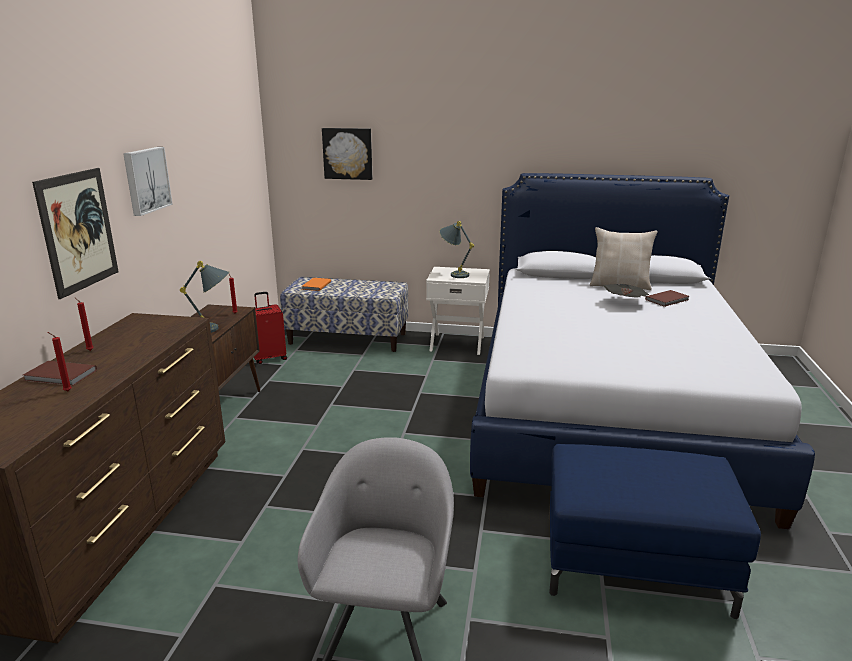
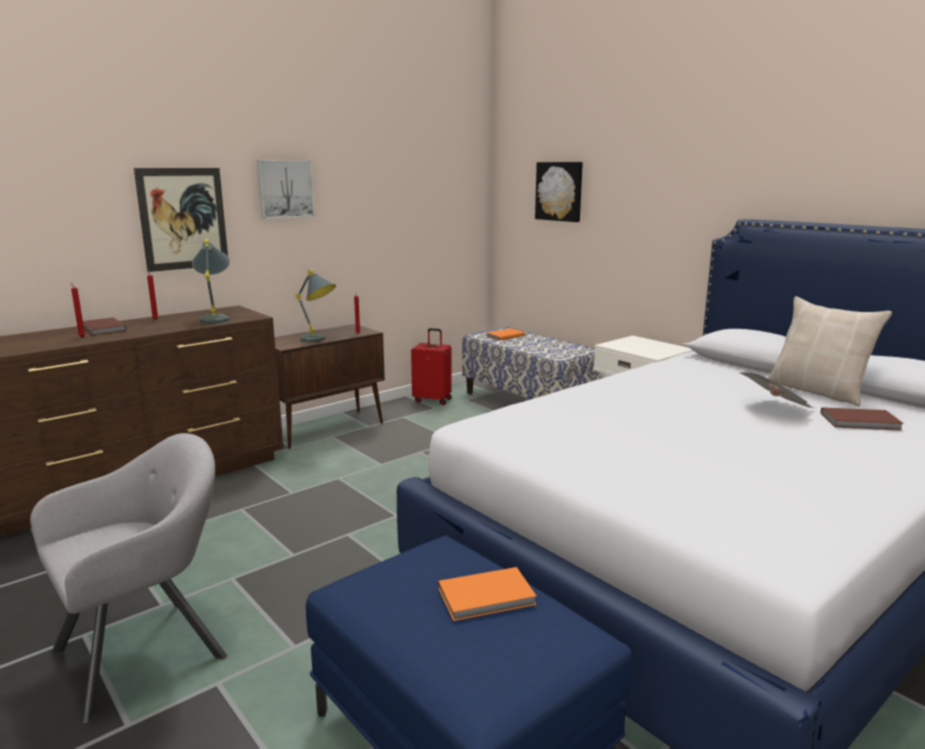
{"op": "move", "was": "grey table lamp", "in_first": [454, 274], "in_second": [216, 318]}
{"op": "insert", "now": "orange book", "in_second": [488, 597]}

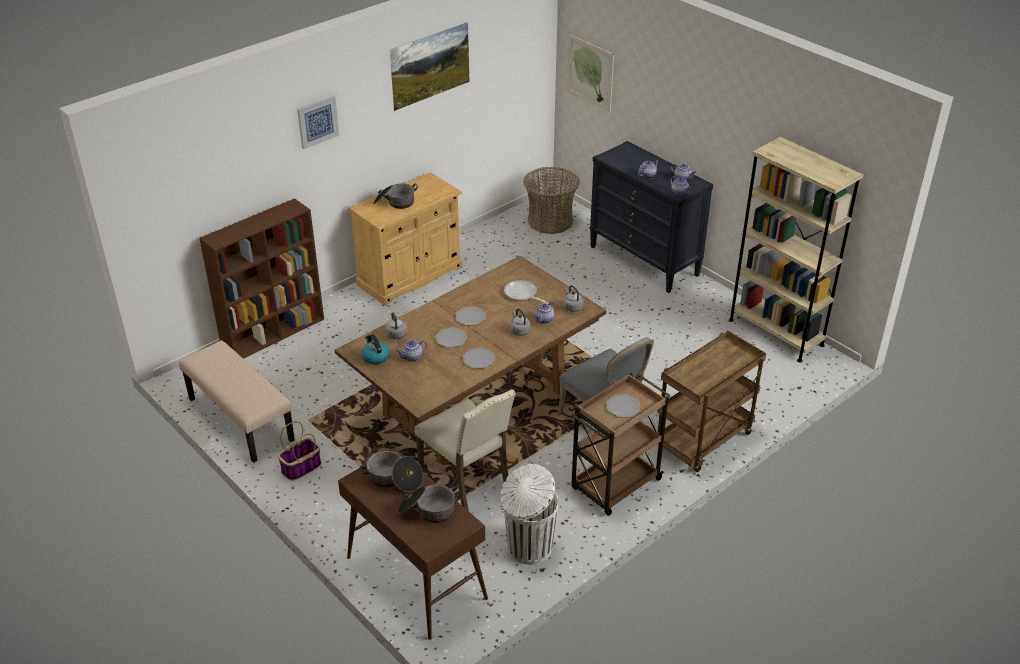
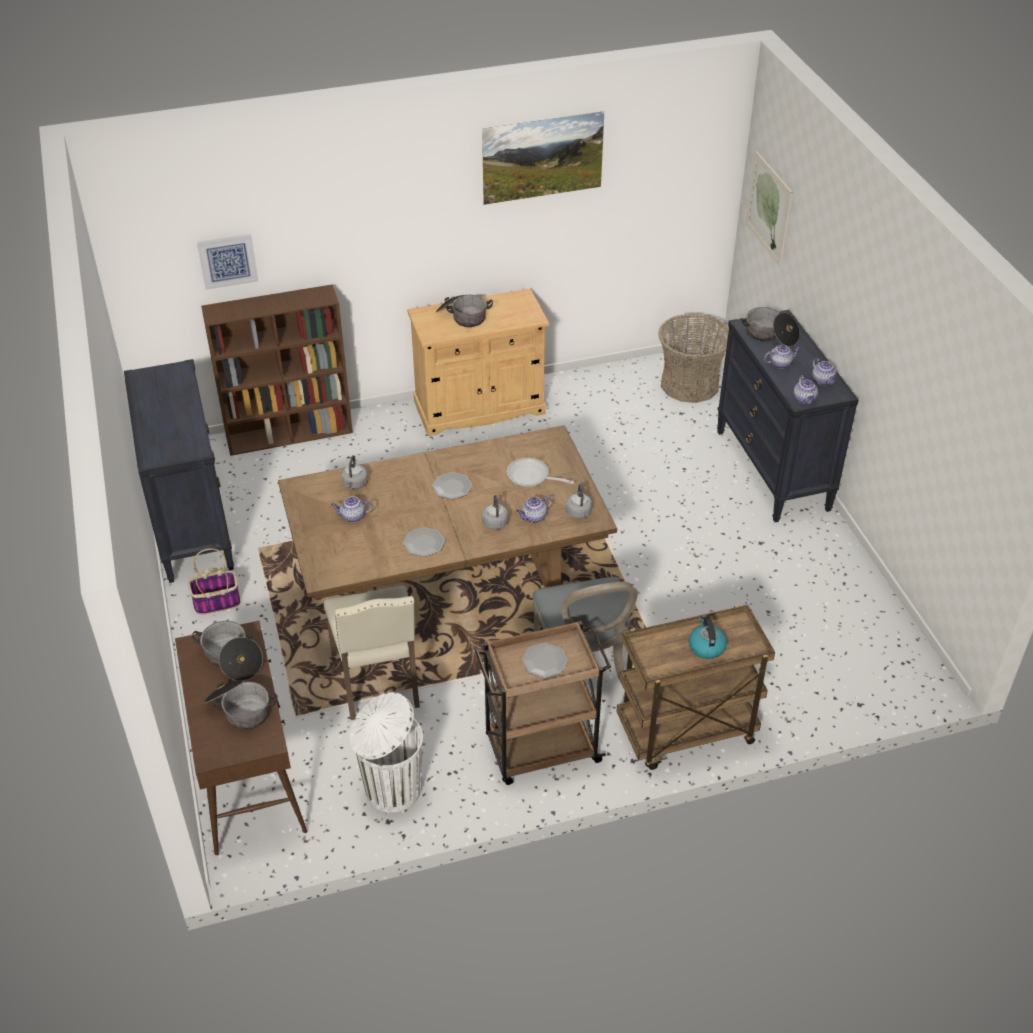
{"op": "replace", "was": "beige bench", "now": "black dresser", "in_first": [240, 420], "in_second": [191, 524]}
{"op": "move", "was": "picture", "in_first": [317, 122], "in_second": [227, 260]}
{"op": "rotate", "was": "frying pan", "in_first": [522, 294], "in_second": [531, 477], "clockwise": -45}
{"op": "move", "was": "kettle", "in_first": [375, 357], "in_second": [706, 647]}
{"op": "insert", "now": "cooking pot", "in_second": [770, 335]}
{"op": "delete", "was": "plate", "in_first": [451, 338]}
{"op": "delete", "was": "beige bookcase", "in_first": [775, 332]}

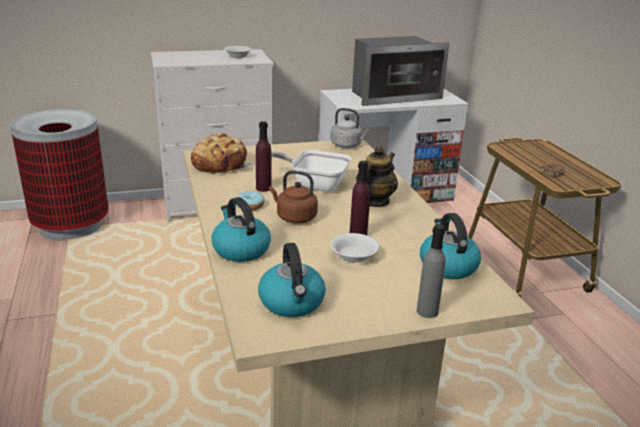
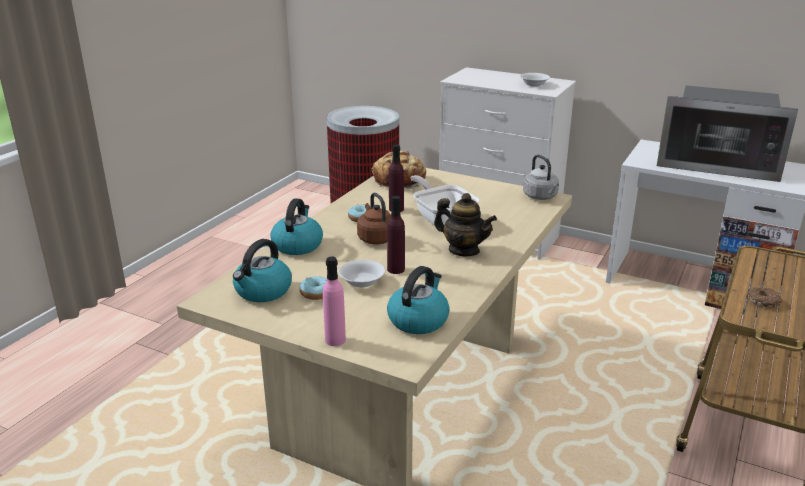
{"op": "insert", "now": "donut", "in_second": [316, 293]}
{"op": "recolor", "was": "grey bottle", "now": "pink bottle", "in_first": [427, 311], "in_second": [335, 340]}
{"op": "rotate", "was": "teapot", "in_first": [374, 201], "in_second": [463, 250], "clockwise": 45}

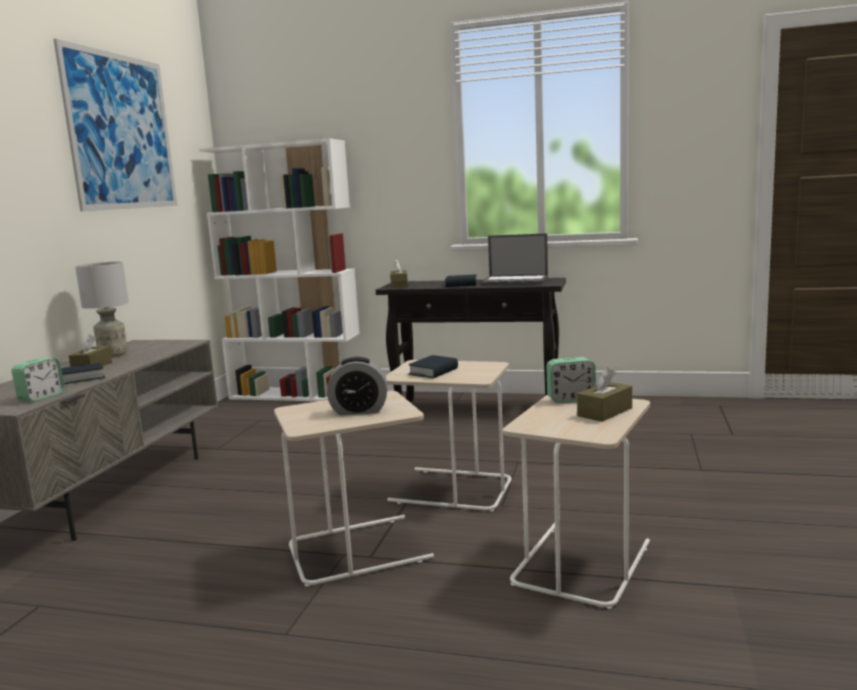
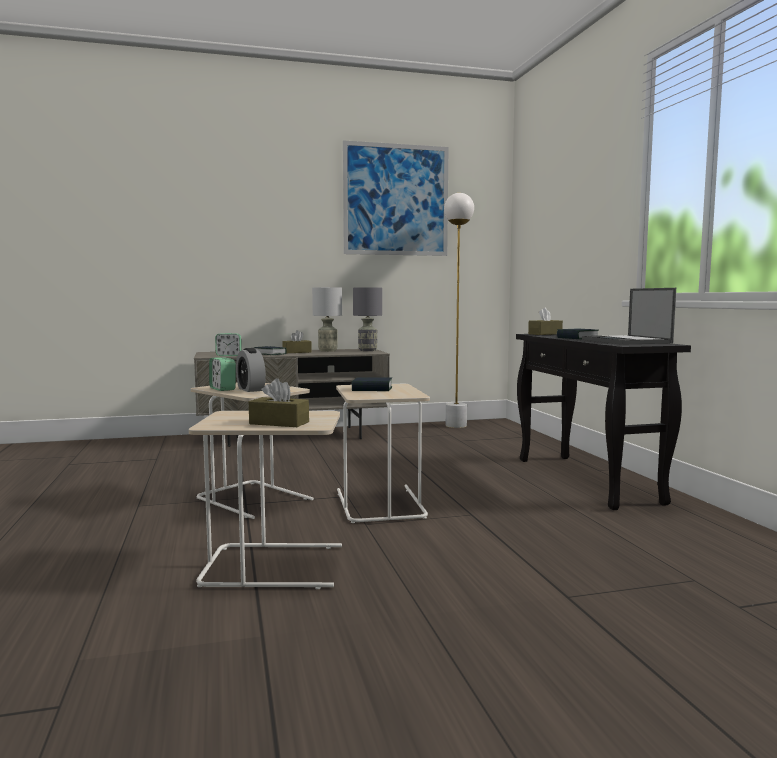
{"op": "move", "was": "alarm clock", "in_first": [571, 399], "in_second": [222, 389]}
{"op": "insert", "now": "grey table lamp", "in_second": [368, 350]}
{"op": "insert", "now": "white floor lamp", "in_second": [456, 426]}
{"op": "delete", "was": "white bookcase", "in_first": [297, 395]}

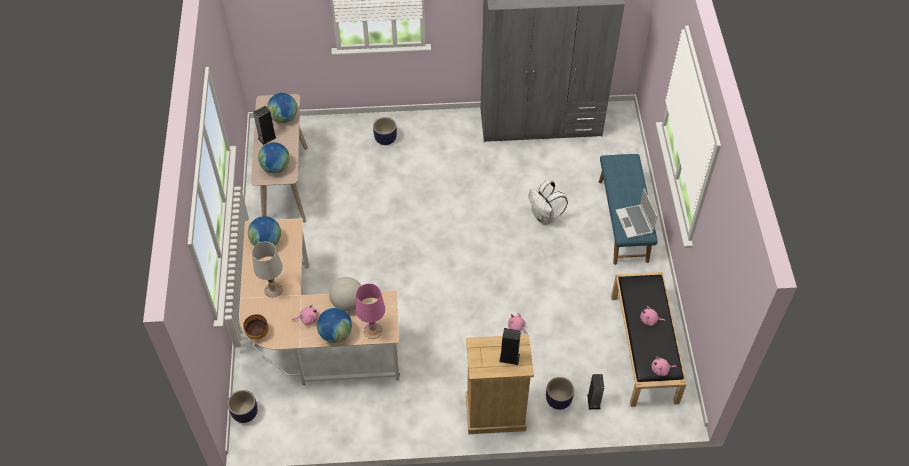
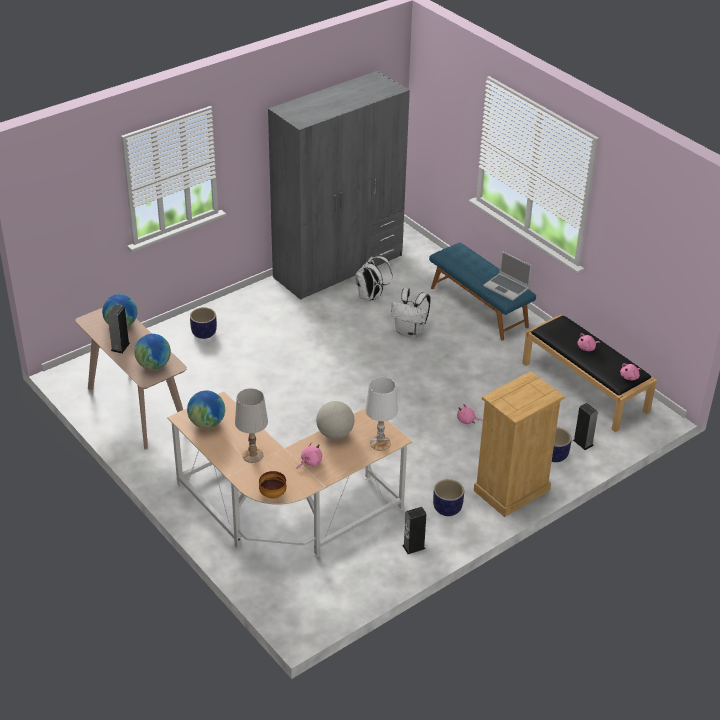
{"op": "insert", "now": "white backpack", "in_second": [370, 297]}
{"op": "recolor", "was": "pink table lamp", "now": "white table lamp", "in_first": [373, 330], "in_second": [380, 443]}
{"op": "move", "was": "speaker", "in_first": [509, 358], "in_second": [413, 547]}
{"op": "move", "was": "planter", "in_first": [244, 413], "in_second": [447, 509]}
{"op": "delete", "was": "globe", "in_first": [335, 334]}

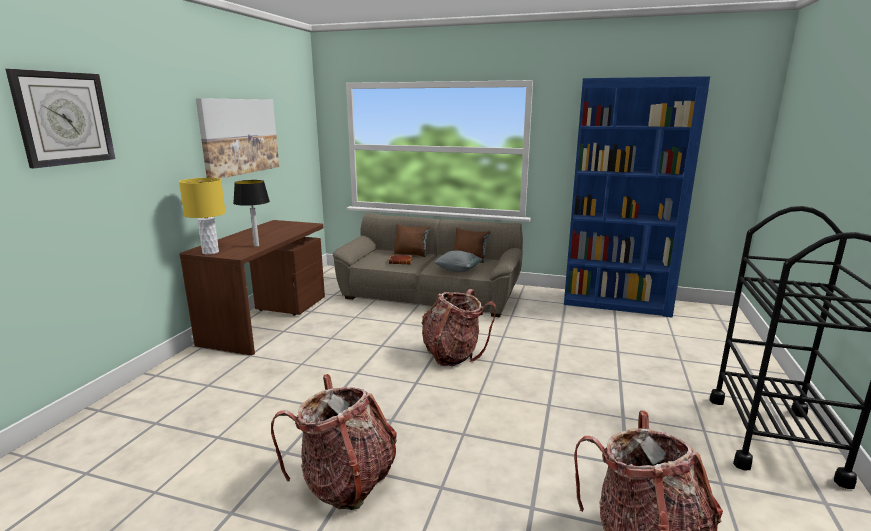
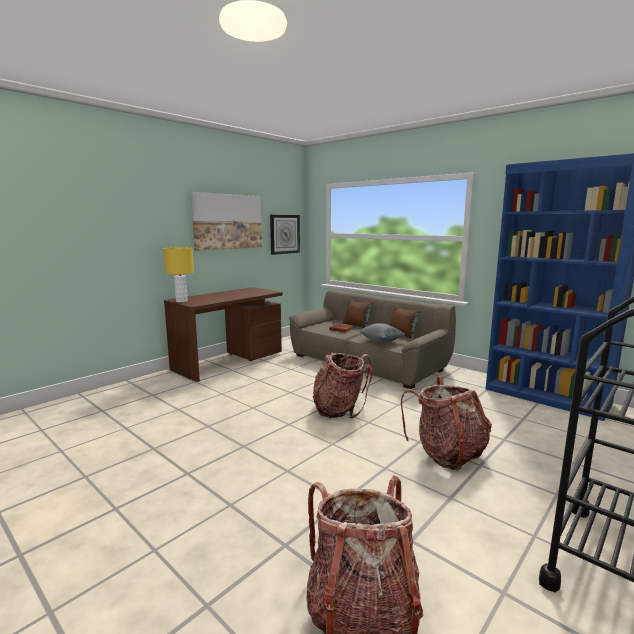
{"op": "move", "was": "wall clock", "in_first": [64, 118], "in_second": [284, 234]}
{"op": "move", "was": "backpack", "in_first": [345, 481], "in_second": [447, 454]}
{"op": "delete", "was": "table lamp", "in_first": [256, 246]}

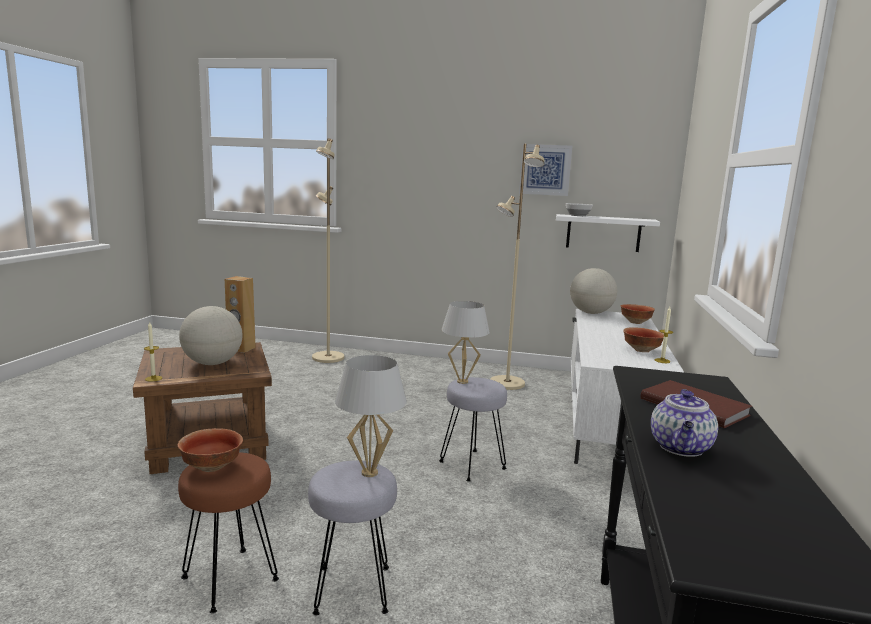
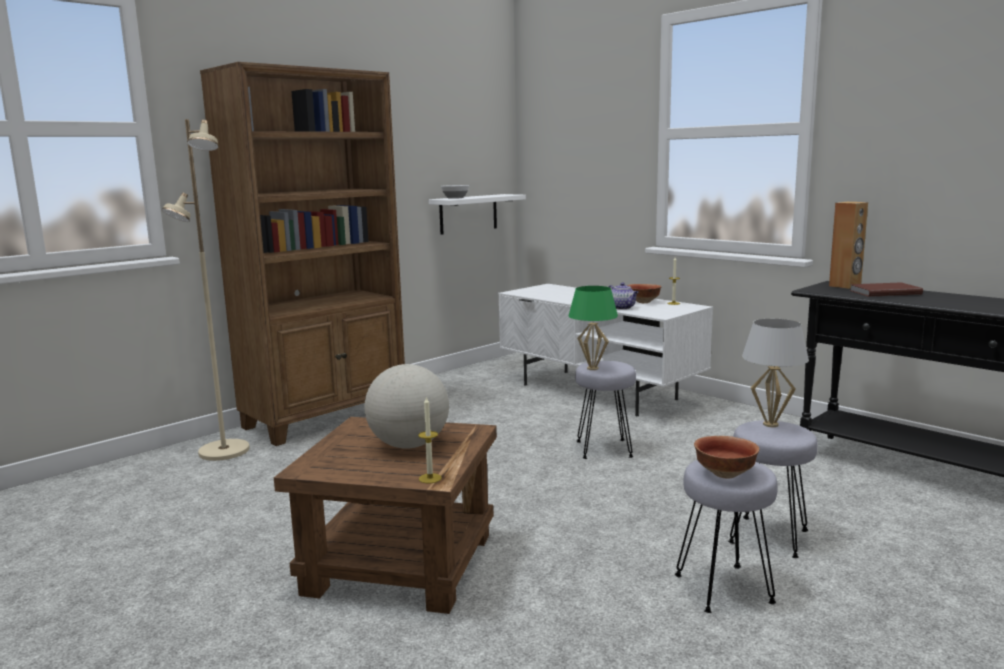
{"op": "insert", "now": "brown bookcase", "in_second": [326, 418]}
{"op": "recolor", "was": "white table lamp", "now": "green table lamp", "in_first": [462, 382], "in_second": [593, 368]}
{"op": "move", "was": "teapot", "in_first": [681, 448], "in_second": [622, 308]}
{"op": "recolor", "was": "brown stool", "now": "grey stool", "in_first": [230, 580], "in_second": [725, 588]}
{"op": "move", "was": "brown speaker", "in_first": [241, 349], "in_second": [845, 286]}
{"op": "delete", "was": "beige floor lamp", "in_first": [506, 383]}
{"op": "delete", "was": "picture", "in_first": [545, 170]}
{"op": "delete", "was": "globe", "in_first": [591, 313]}
{"op": "delete", "was": "bowl", "in_first": [635, 322]}

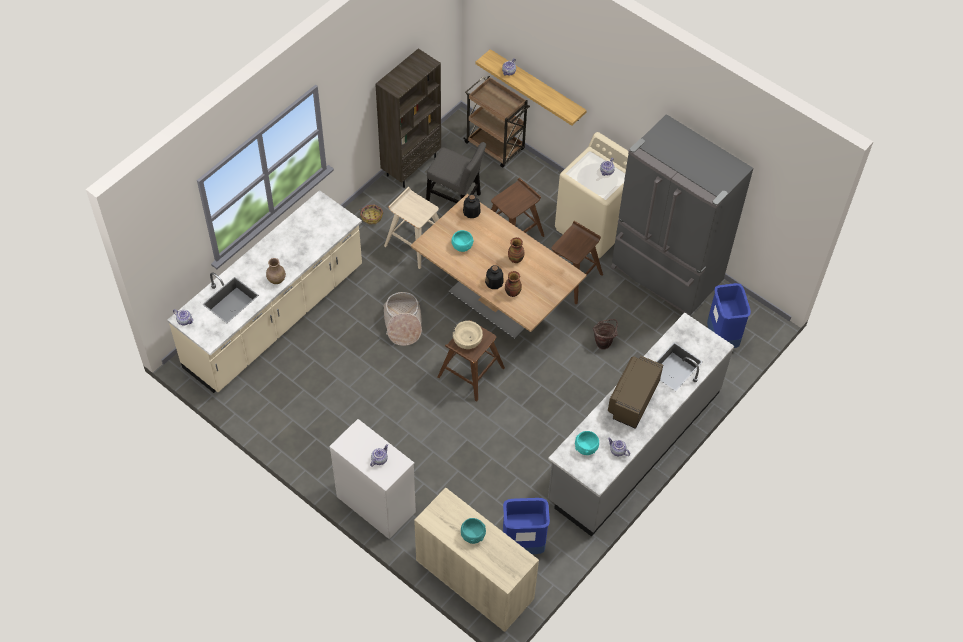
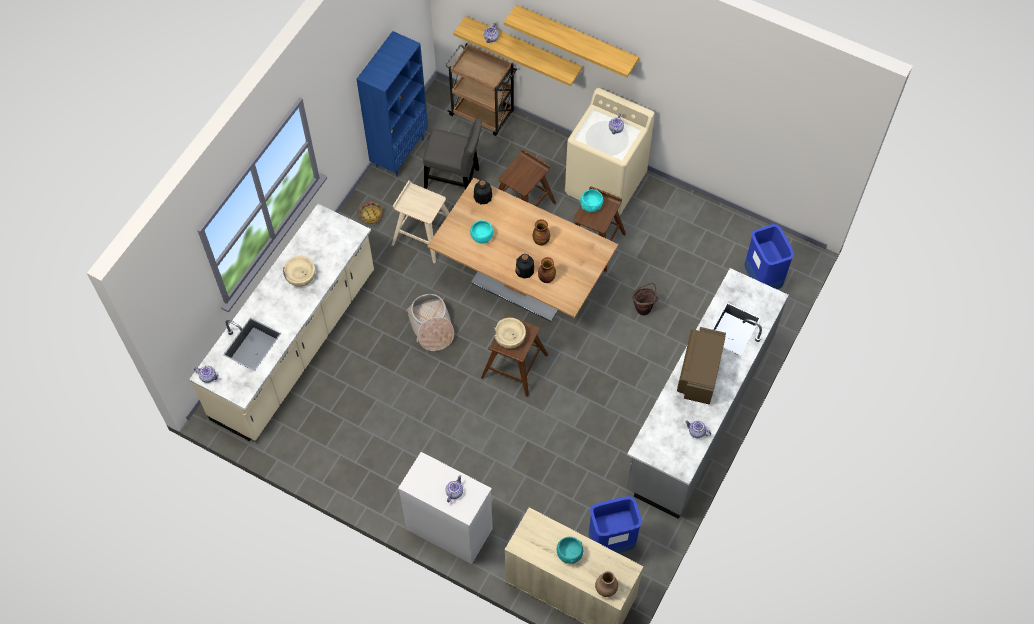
{"op": "insert", "now": "beige bowl", "in_second": [300, 276]}
{"op": "recolor", "was": "brown bookcase", "now": "blue bookcase", "in_first": [411, 167], "in_second": [399, 152]}
{"op": "insert", "now": "shelf", "in_second": [576, 38]}
{"op": "move", "was": "turquoise bowl", "in_first": [586, 447], "in_second": [591, 205]}
{"op": "move", "was": "brown vase", "in_first": [277, 279], "in_second": [606, 588]}
{"op": "delete", "was": "grey fridge", "in_first": [665, 276]}

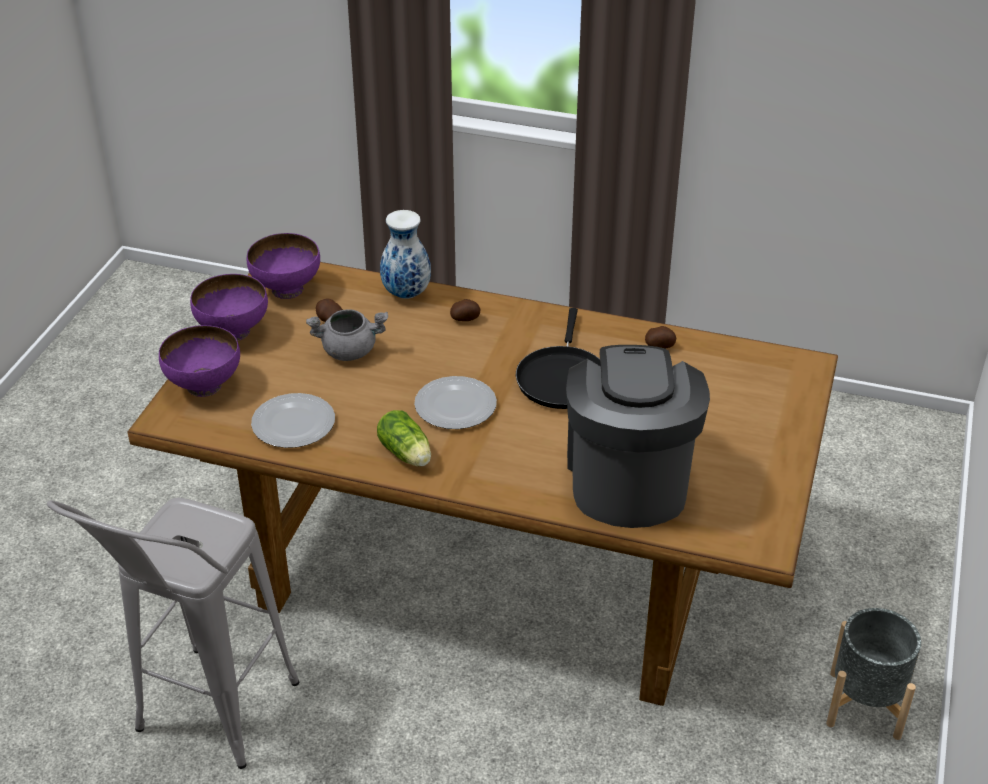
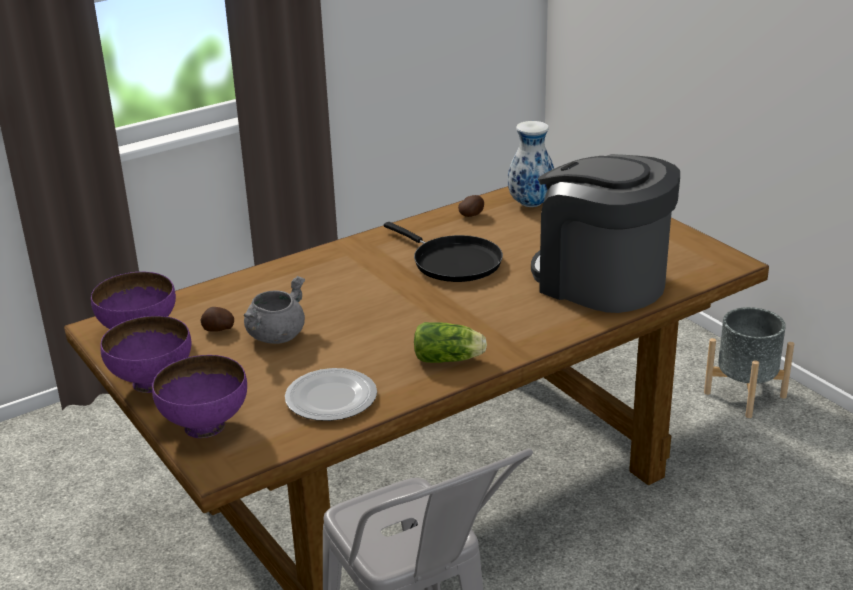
{"op": "move", "was": "vase", "in_first": [405, 294], "in_second": [531, 204]}
{"op": "delete", "was": "plate", "in_first": [456, 405]}
{"op": "delete", "was": "potato", "in_first": [465, 319]}

